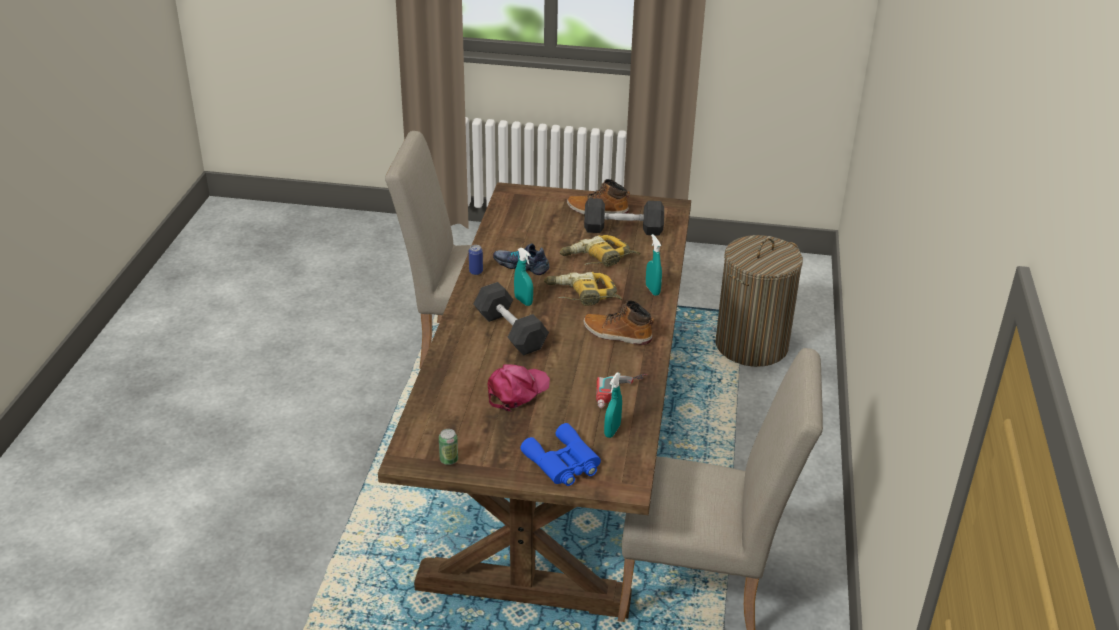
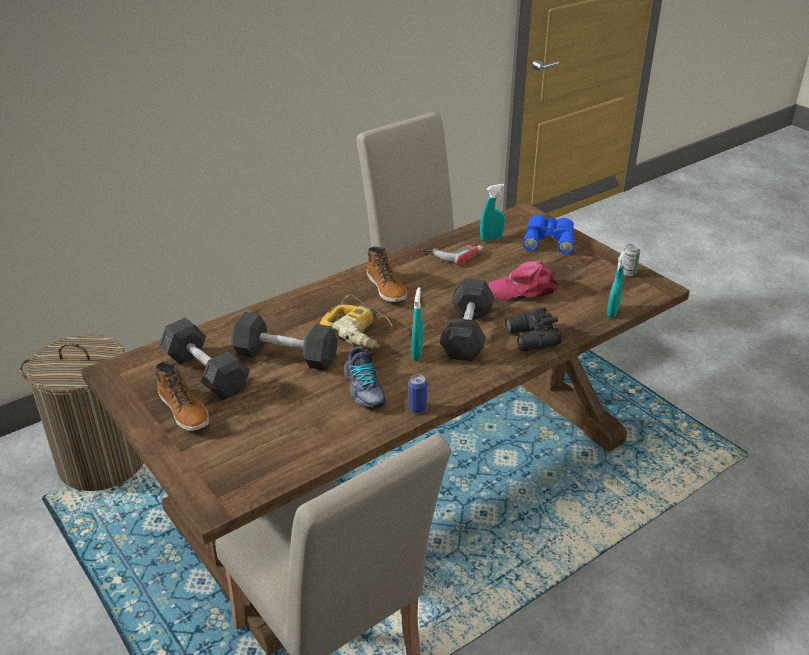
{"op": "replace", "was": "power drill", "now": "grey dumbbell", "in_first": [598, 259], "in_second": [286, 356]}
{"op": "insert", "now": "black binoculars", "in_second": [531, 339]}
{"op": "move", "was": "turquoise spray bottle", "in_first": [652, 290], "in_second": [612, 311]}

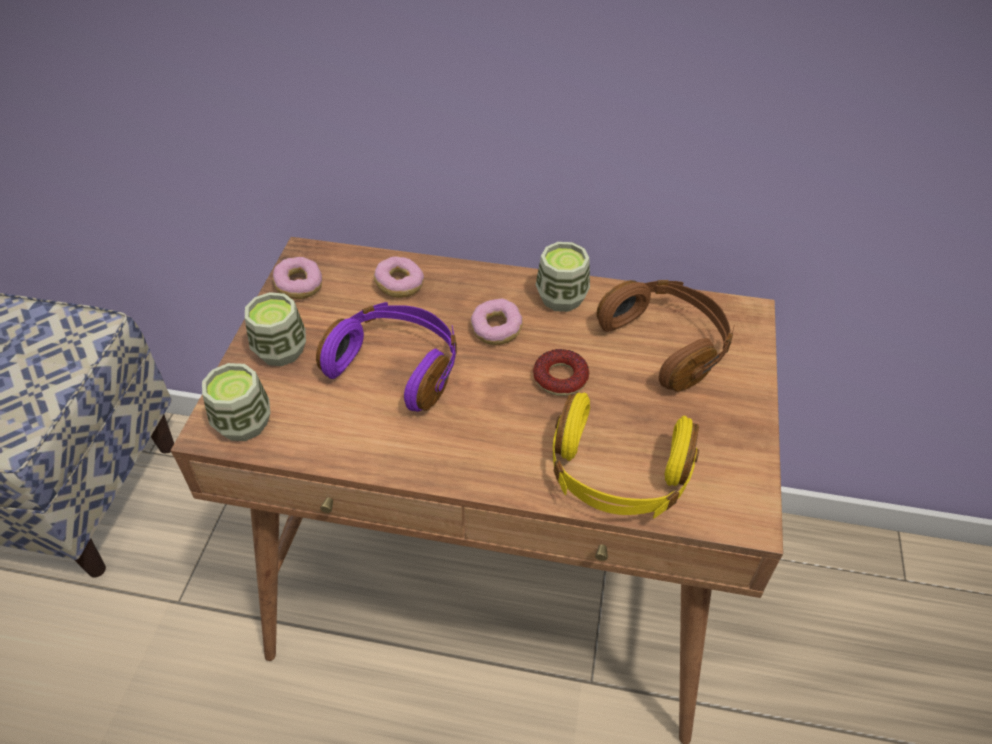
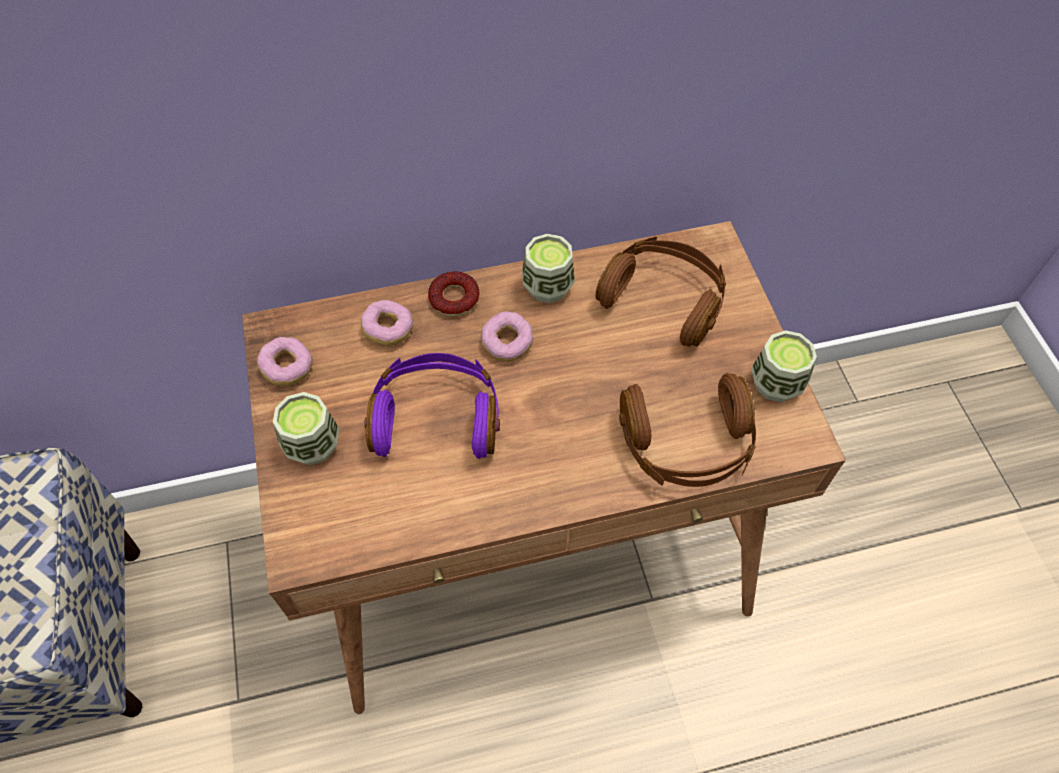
{"op": "move", "was": "donut", "in_first": [560, 378], "in_second": [454, 298]}
{"op": "recolor", "was": "yellow headphones", "now": "brown headphones", "in_first": [618, 475], "in_second": [686, 444]}
{"op": "move", "was": "cup", "in_first": [243, 423], "in_second": [776, 383]}

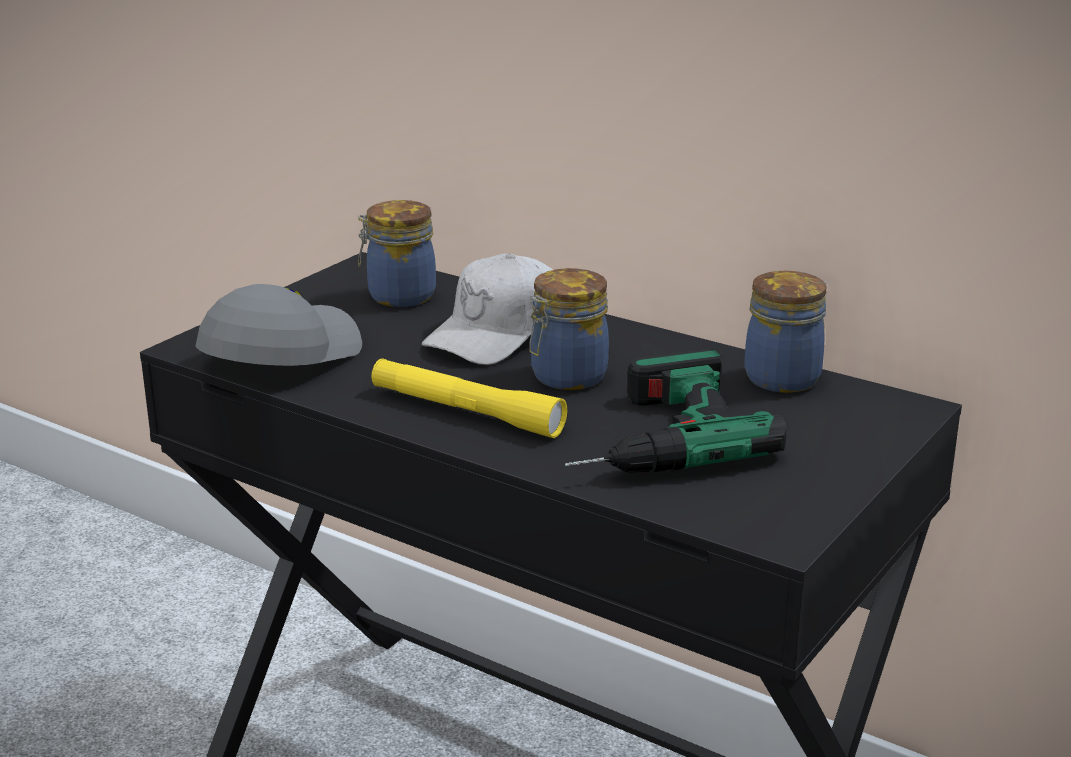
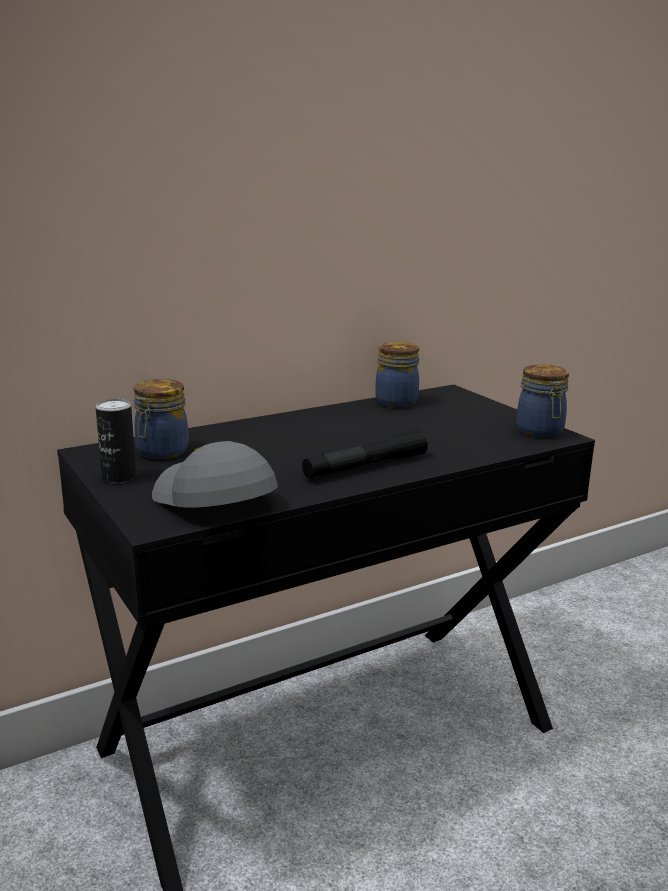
{"op": "insert", "now": "can", "in_second": [119, 477]}
{"op": "recolor", "was": "yellow flashlight", "now": "black flashlight", "in_first": [466, 412], "in_second": [365, 466]}
{"op": "move", "was": "jar", "in_first": [566, 377], "in_second": [540, 432]}
{"op": "delete", "was": "white cap", "in_first": [497, 334]}
{"op": "delete", "was": "power drill", "in_first": [649, 436]}

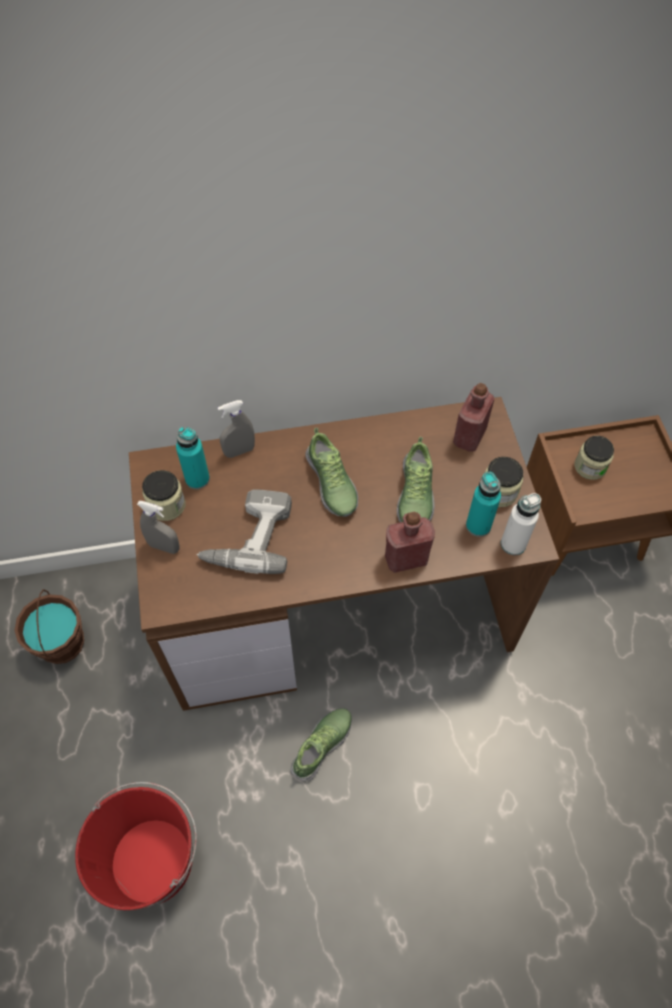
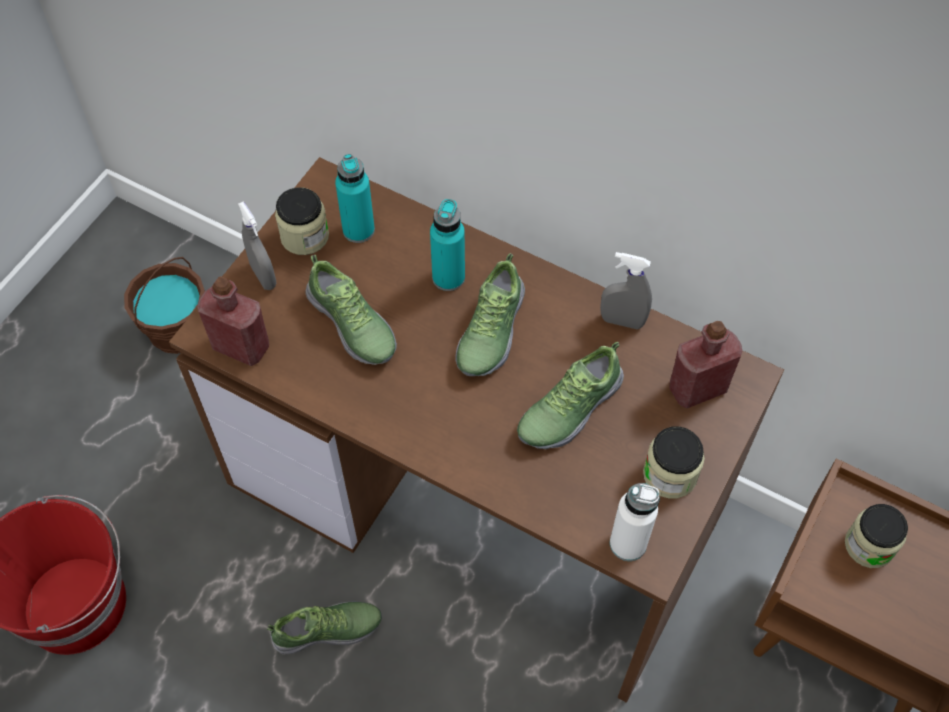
{"op": "move", "was": "red bottle", "in_first": [406, 559], "in_second": [241, 346]}
{"op": "replace", "was": "power drill", "now": "shoe", "in_first": [248, 536], "in_second": [352, 325]}
{"op": "move", "was": "turquoise bottle", "in_first": [478, 525], "in_second": [448, 277]}
{"op": "move", "was": "grey spray bottle", "in_first": [239, 451], "in_second": [622, 321]}

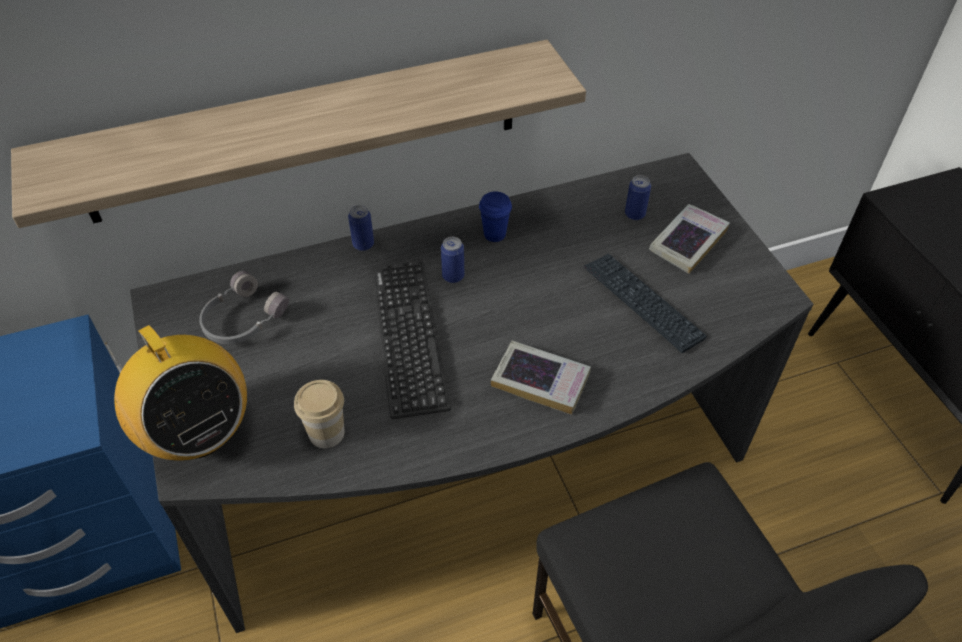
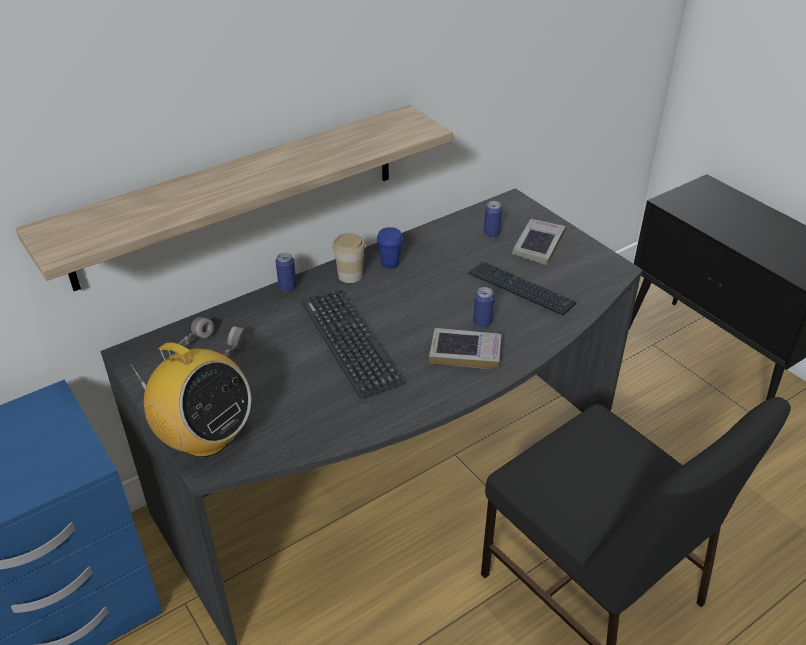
{"op": "move", "was": "cup", "in_first": [326, 433], "in_second": [350, 275]}
{"op": "move", "was": "can", "in_first": [453, 276], "in_second": [482, 323]}

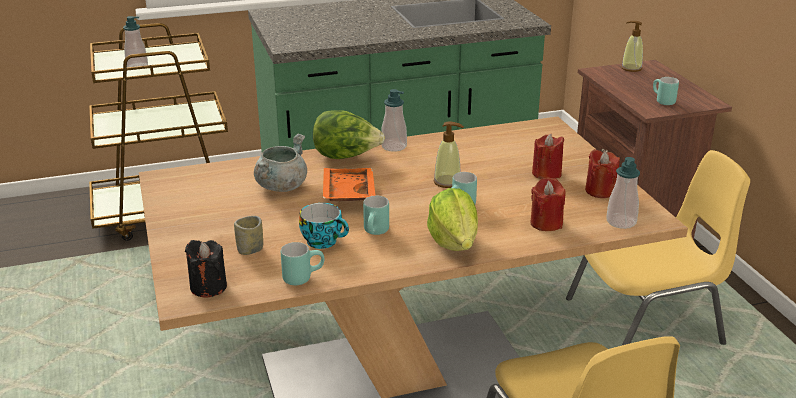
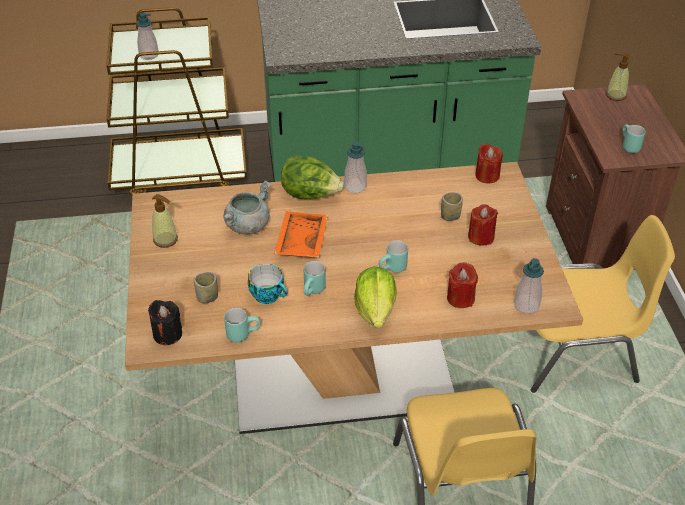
{"op": "move", "was": "soap dispenser", "in_first": [447, 182], "in_second": [165, 240]}
{"op": "insert", "now": "cup", "in_second": [450, 216]}
{"op": "move", "was": "red candle", "in_first": [600, 191], "in_second": [487, 175]}

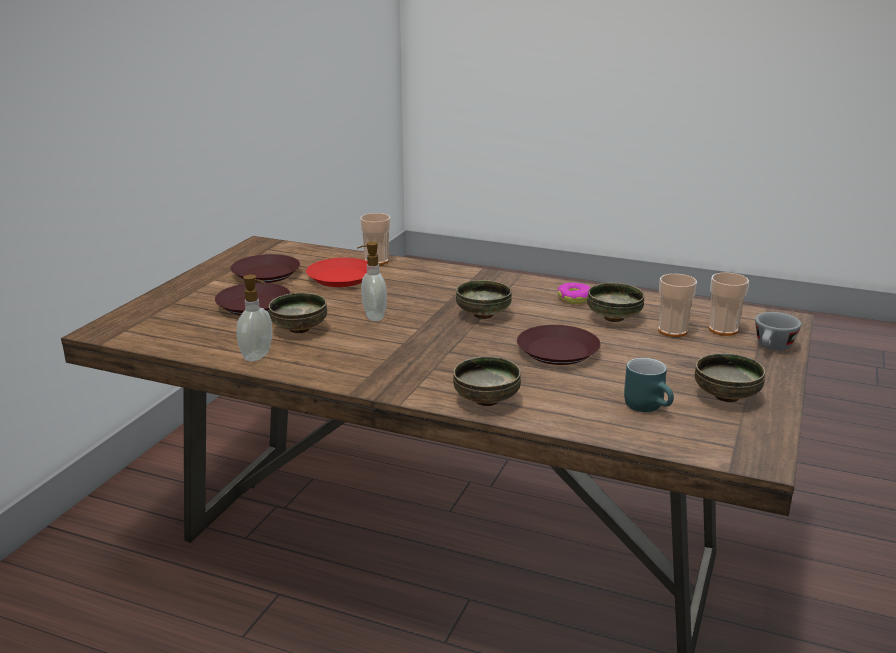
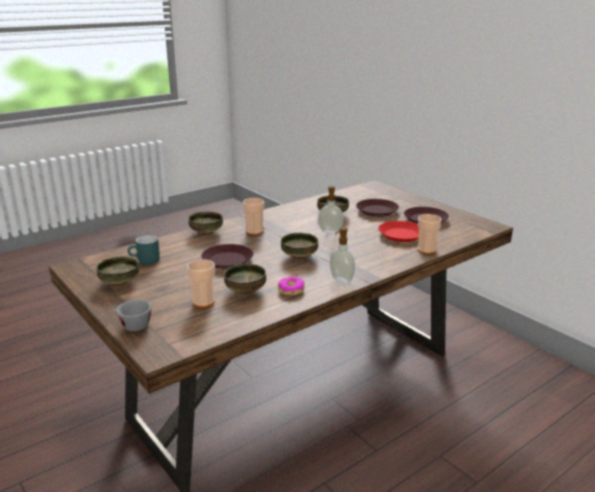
{"op": "move", "was": "cup", "in_first": [723, 330], "in_second": [254, 231]}
{"op": "move", "was": "soap dispenser", "in_first": [258, 356], "in_second": [341, 280]}

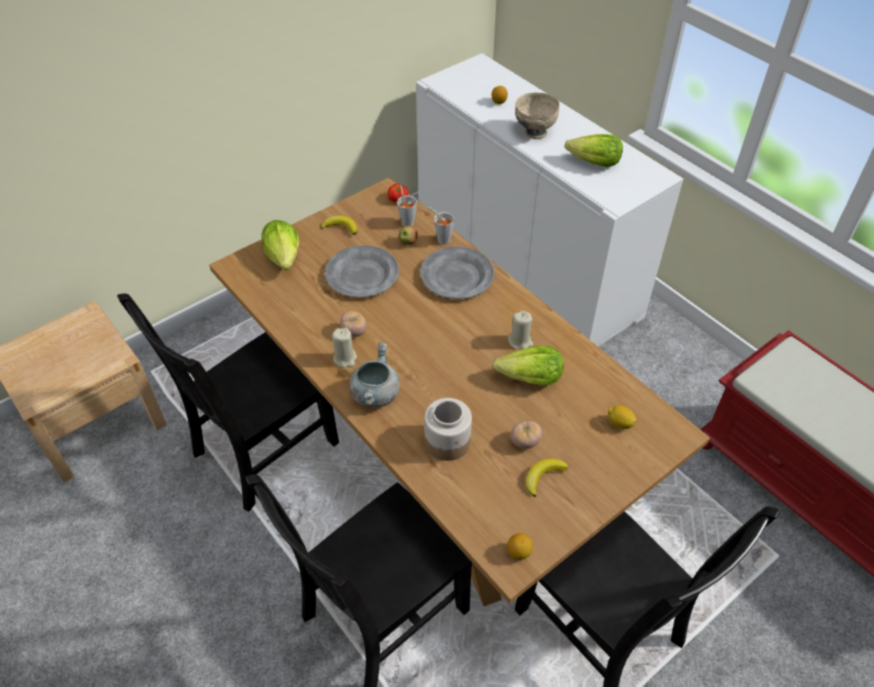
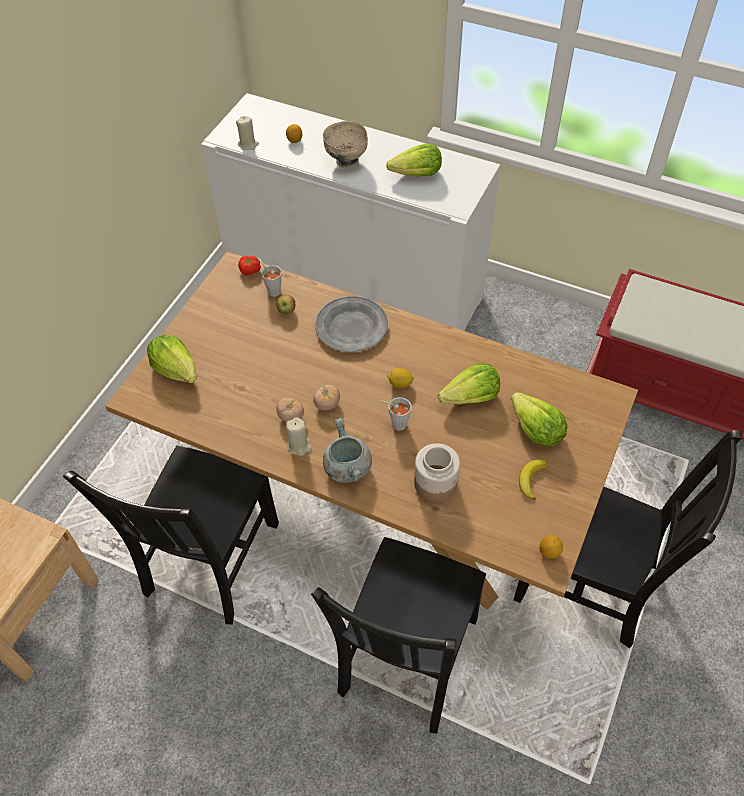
{"op": "move", "was": "beige candle", "in_first": [520, 341], "in_second": [248, 144]}
{"op": "move", "was": "tomato", "in_first": [525, 442], "in_second": [327, 404]}
{"op": "move", "was": "grey cup", "in_first": [441, 239], "in_second": [396, 424]}
{"op": "move", "was": "lemon", "in_first": [620, 423], "in_second": [400, 383]}
{"op": "insert", "now": "lettuce", "in_second": [535, 430]}
{"op": "delete", "was": "banana", "in_first": [341, 227]}
{"op": "delete", "was": "grey plate", "in_first": [361, 275]}

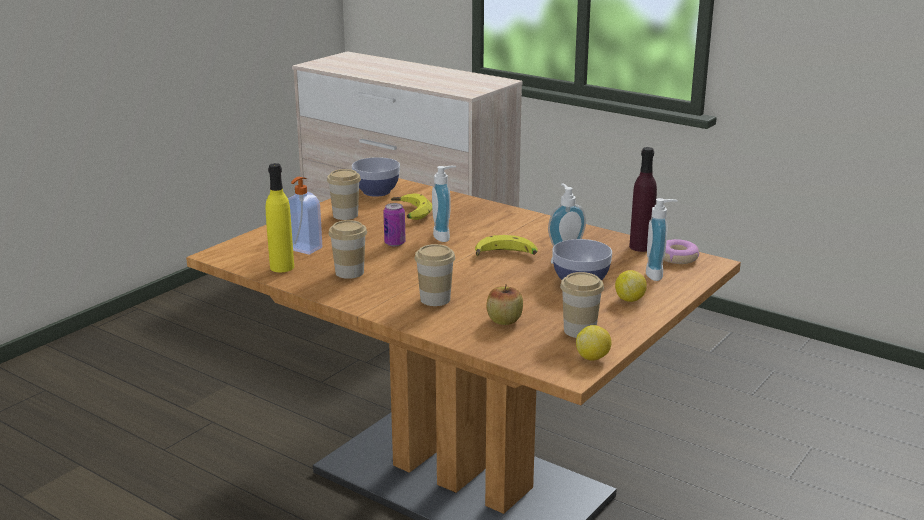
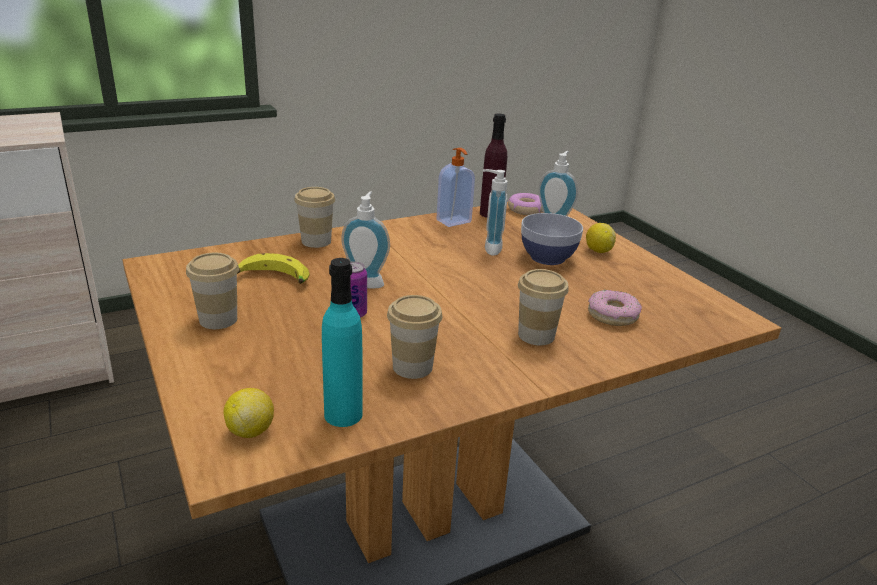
{"op": "move", "was": "lemon", "in_first": [593, 358], "in_second": [250, 430]}
{"op": "move", "was": "cup", "in_first": [579, 330], "in_second": [316, 241]}
{"op": "recolor", "was": "yellow bottle", "now": "turquoise bottle", "in_first": [282, 267], "in_second": [343, 414]}
{"op": "move", "was": "soap dispenser", "in_first": [304, 249], "in_second": [454, 221]}
{"op": "replace", "was": "apple", "now": "donut", "in_first": [504, 320], "in_second": [612, 315]}
{"op": "delete", "was": "bowl", "in_first": [376, 192]}
{"op": "delete", "was": "banana", "in_first": [505, 257]}

